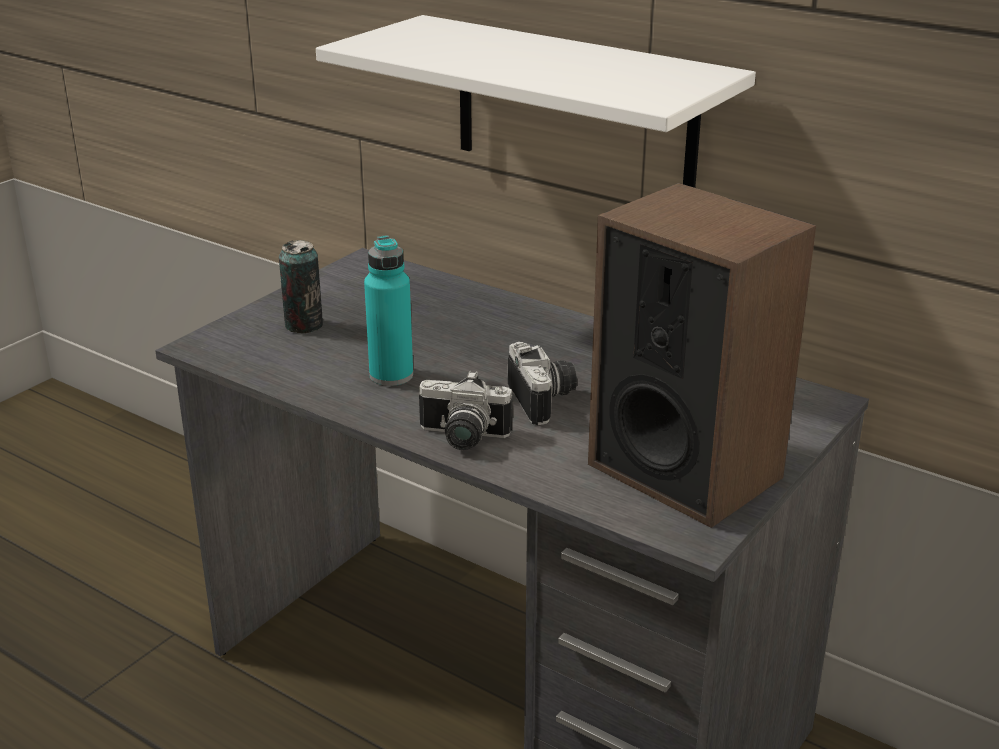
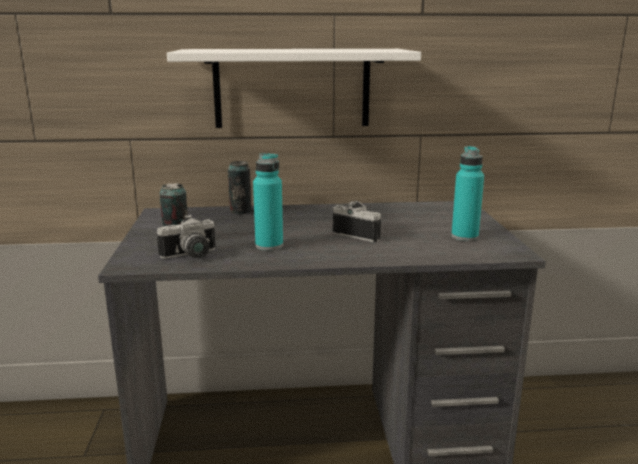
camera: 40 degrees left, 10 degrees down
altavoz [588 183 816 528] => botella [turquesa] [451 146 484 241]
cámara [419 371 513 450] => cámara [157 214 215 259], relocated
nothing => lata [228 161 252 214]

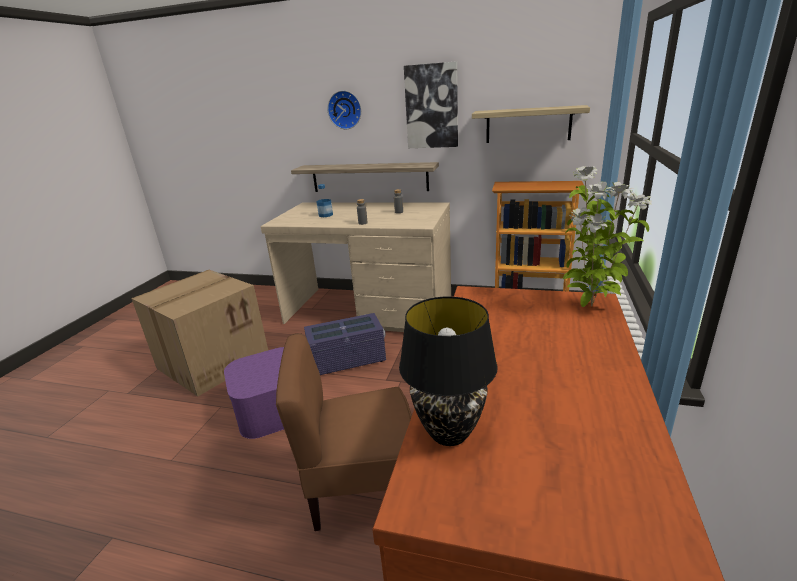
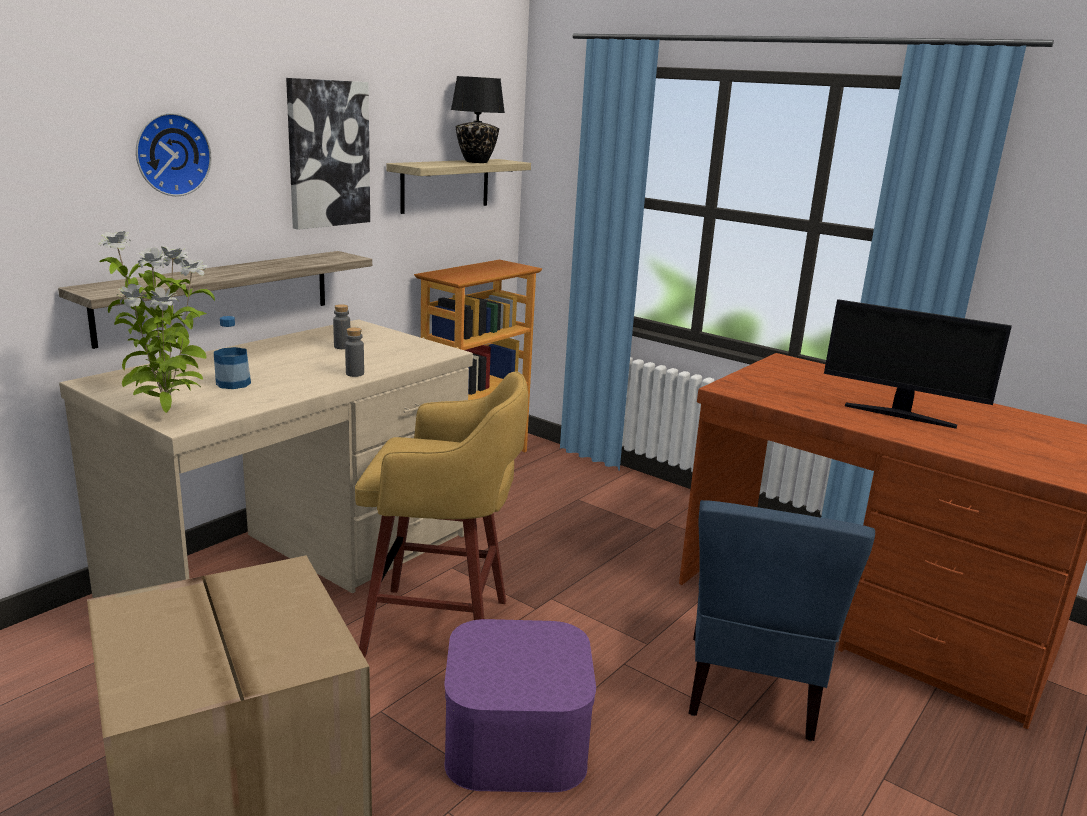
camera: 70 degrees left, 5 degrees down
planta en maceta [563 166 652 307] => planta en maceta [99 231 215 413], relocated
lámpara de mesa [negro] [399 296 498 446] => lámpara de mesa [negro] [451 76 505 163], relocated
caja de almacenaje [morado] [304 313 386 375] => taburete [amarillo] [355 371 528 658]
silla [marrón] [276 333 412 531] => silla [azul] [689 500 875 741]
nothing => monitor [824 299 1012 429]

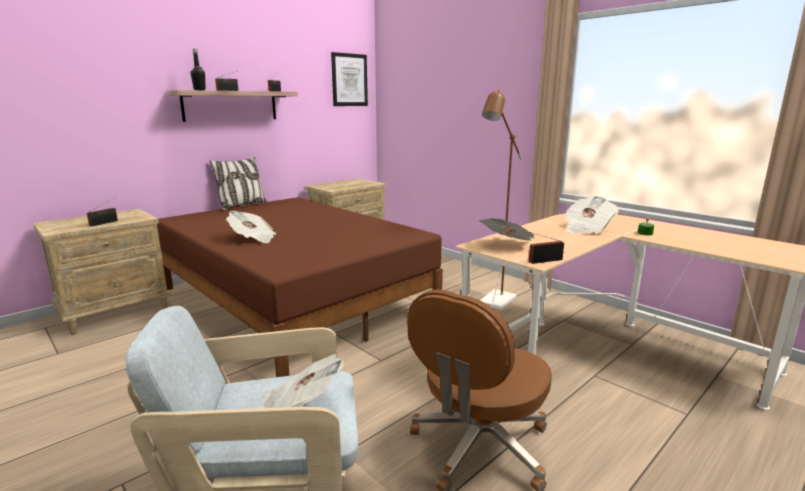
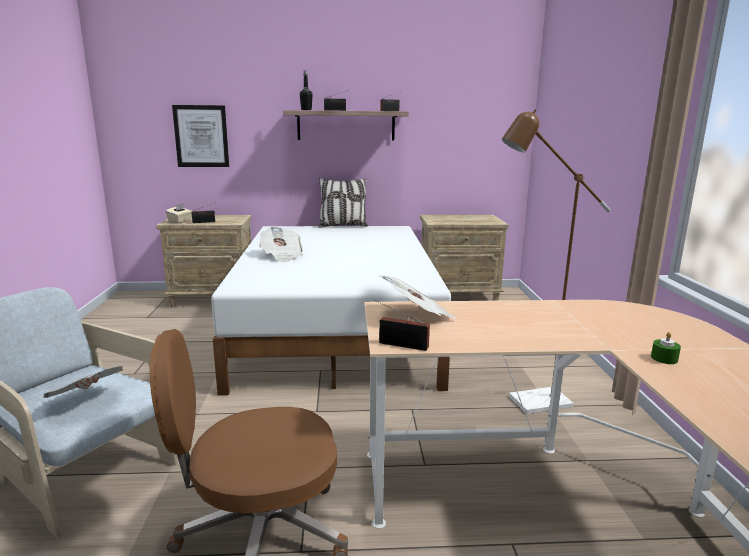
camera: 40 degrees right, 0 degrees up
cuadro [331 52 368 106] => cuadro [172 105 229 167], relocated
periódico [564 196 619 234] => nothing
cama [marrón] [157 197 443 377] => cama [blanco] [211 226 451 396]
nothing => caja de pañuelos [beis] [166 203 192 223]

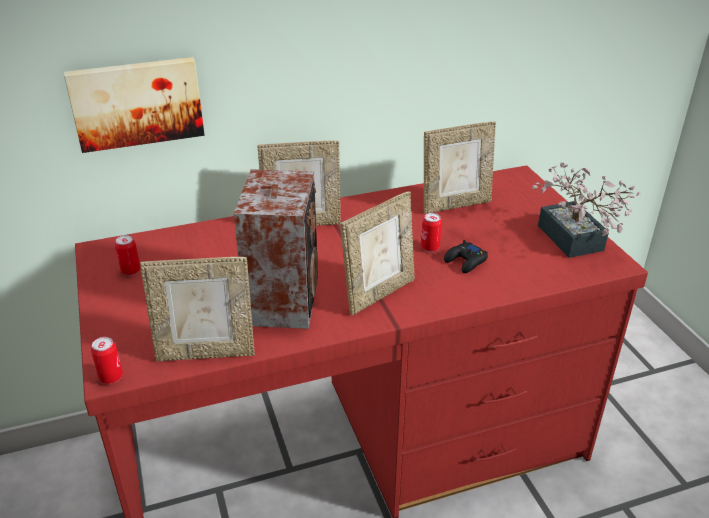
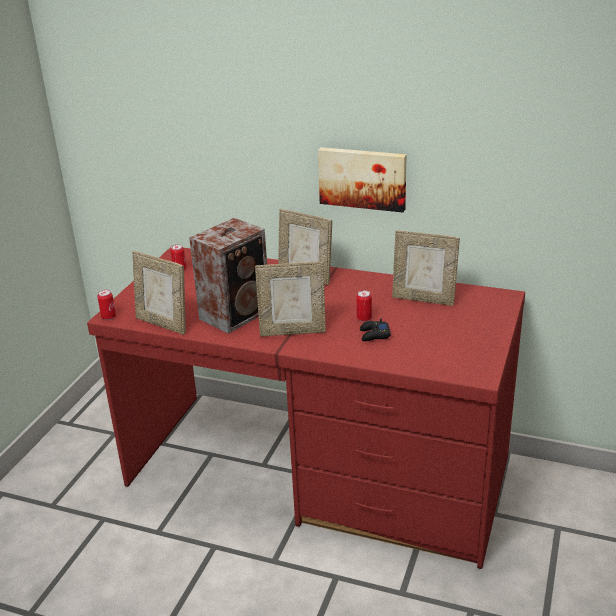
camera: 40 degrees right, 5 degrees down
cuadro [64 57 205 153] => cuadro [318 147 407 212], relocated
planta en maceta [532 162 641 258] => nothing

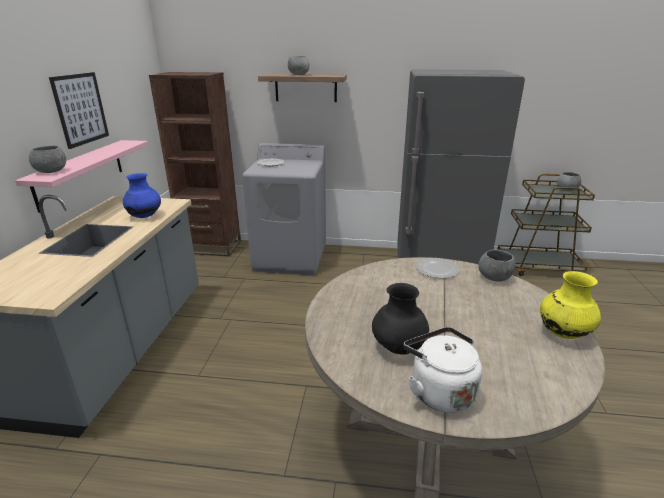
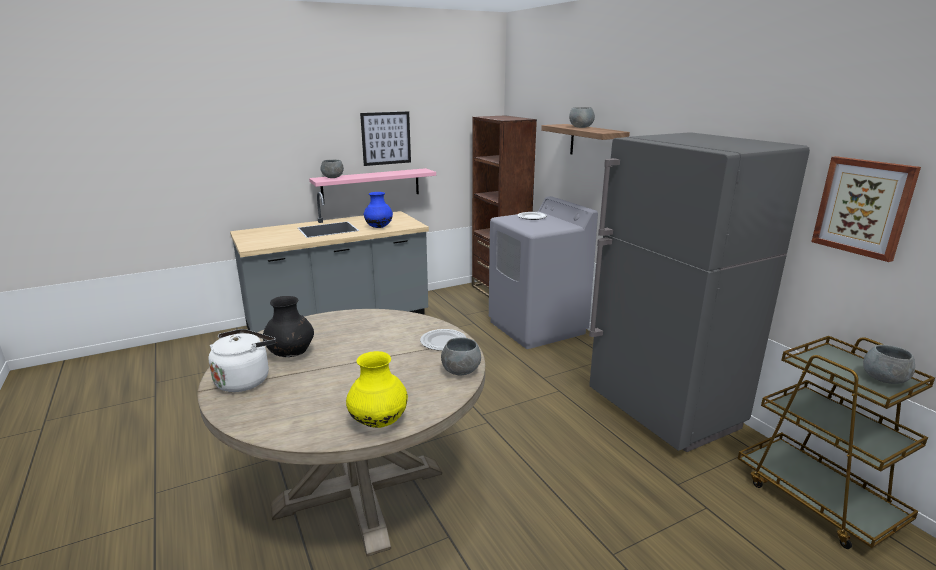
camera: 55 degrees right, 5 degrees down
nothing => cuadro [811 156 921 262]

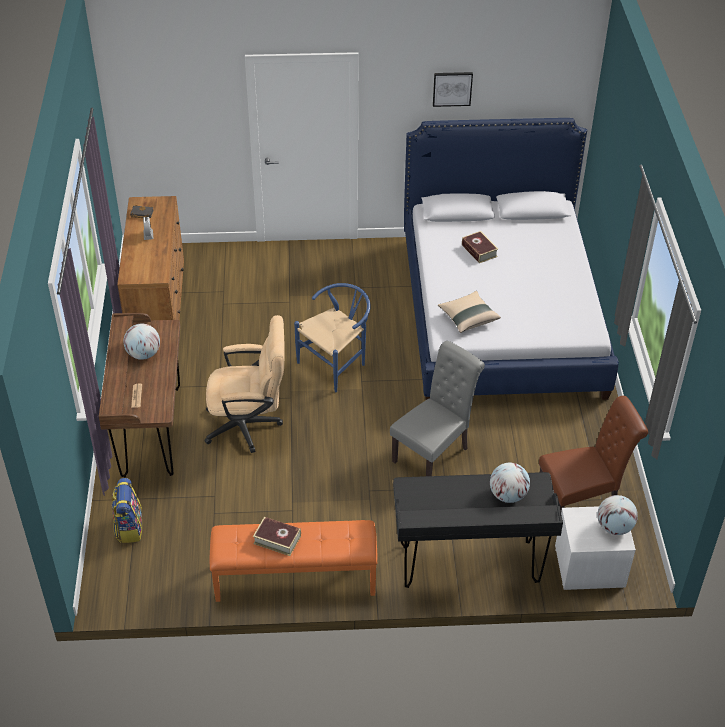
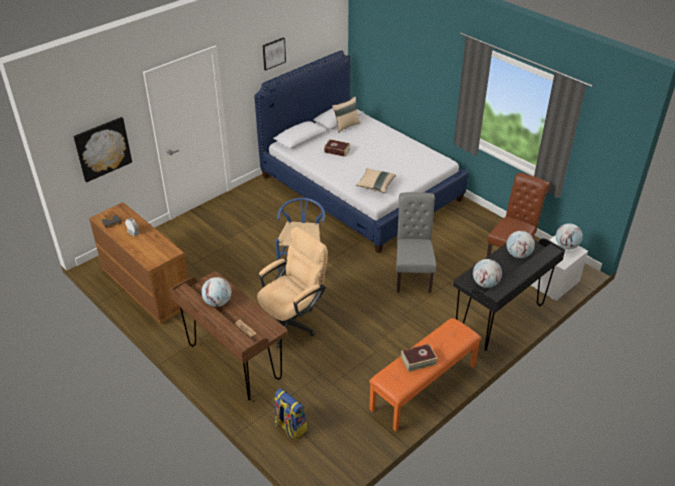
camera: 40 degrees left, 5 degrees down
nothing => cojín [beis] [332 96 361 133]
nothing => cuadro [73 117 132 182]
nothing => globo terráqueo [473 259 502 288]

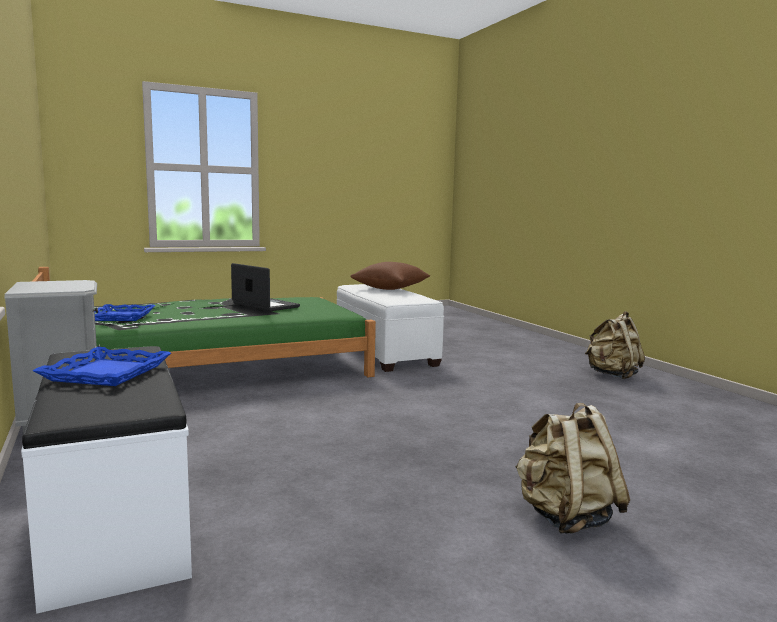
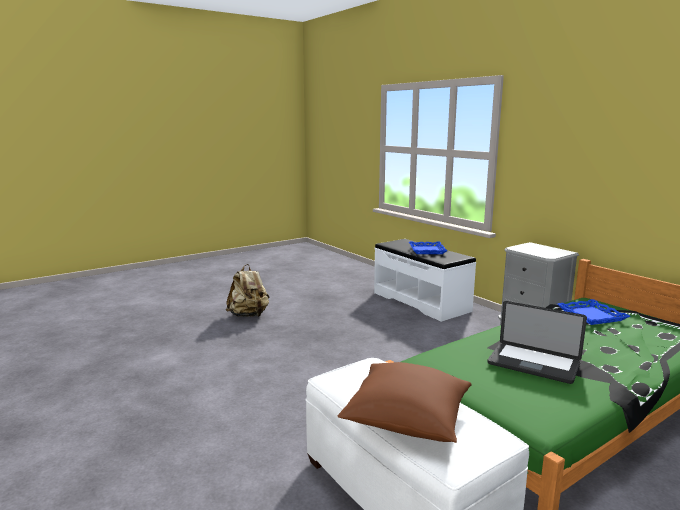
camera: 170 degrees right, 5 degrees up
mochila [beis] [585 311 645 379] => nothing

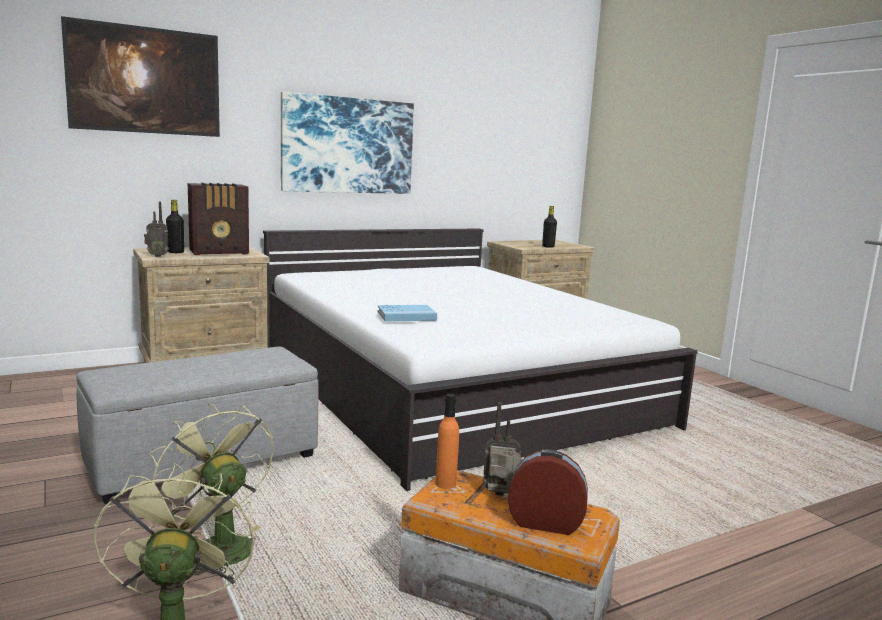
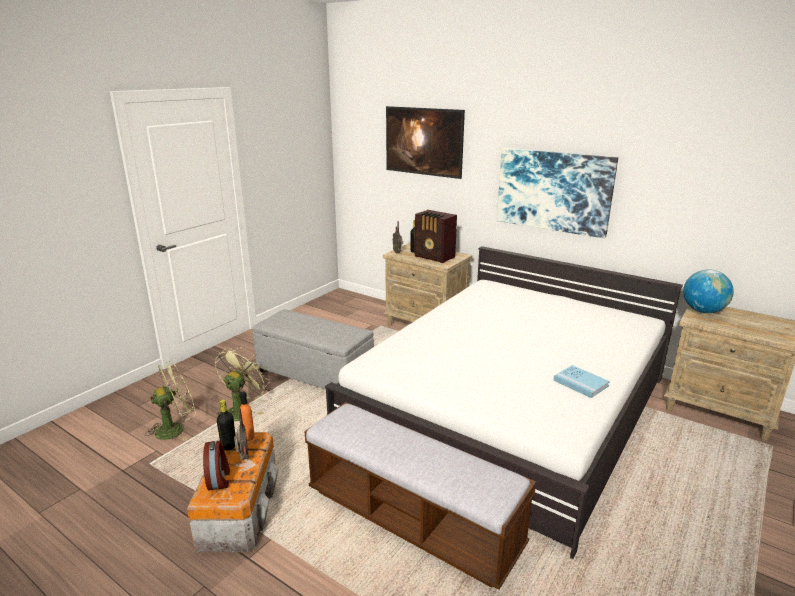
camera: 65 degrees right, 10 degrees up
botella [negro] [542 206 557 248] => botella [negro] [217 400 235 451], relocated
libro [azul] [378 305 437 322] => libro [azul] [553 365 610 398], relocated
nothing => globo terráqueo [683 269 734 313]
nothing => banco [304 402 536 590]

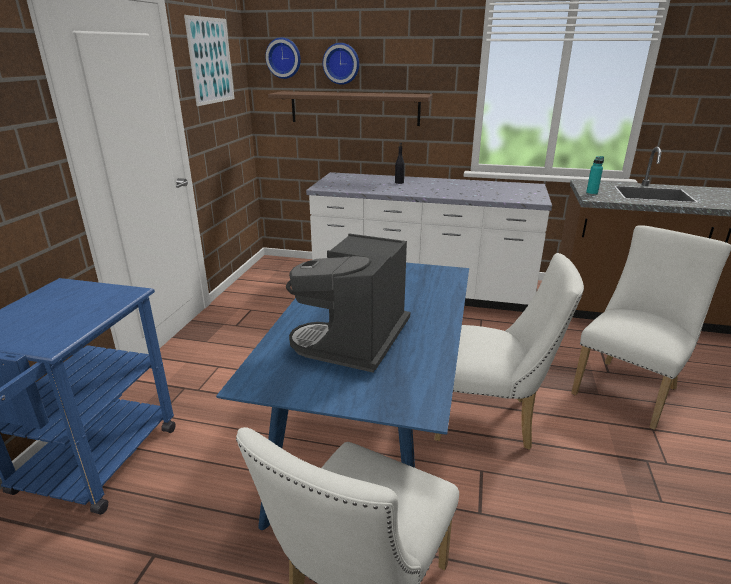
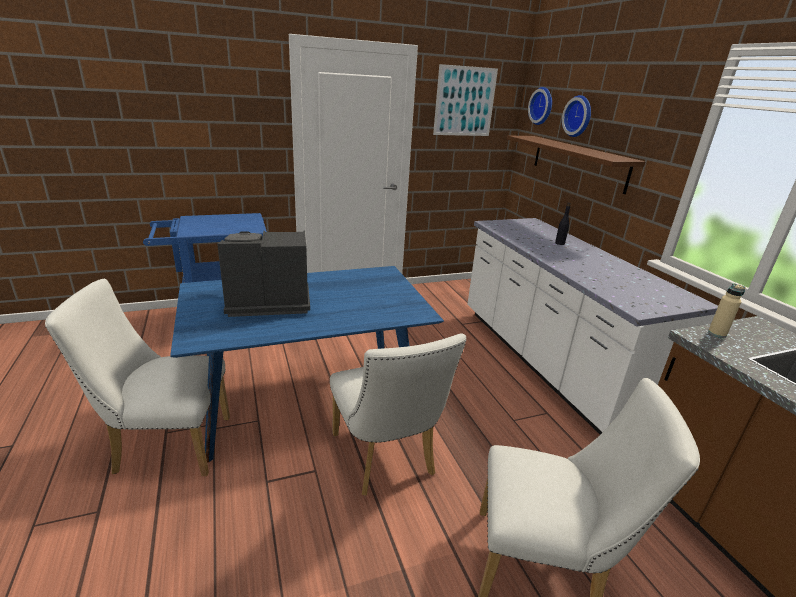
camera: 55 degrees right, 0 degrees up
botella [turquesa] [586 156 604 195] => botella [beis] [708 283 746 338]

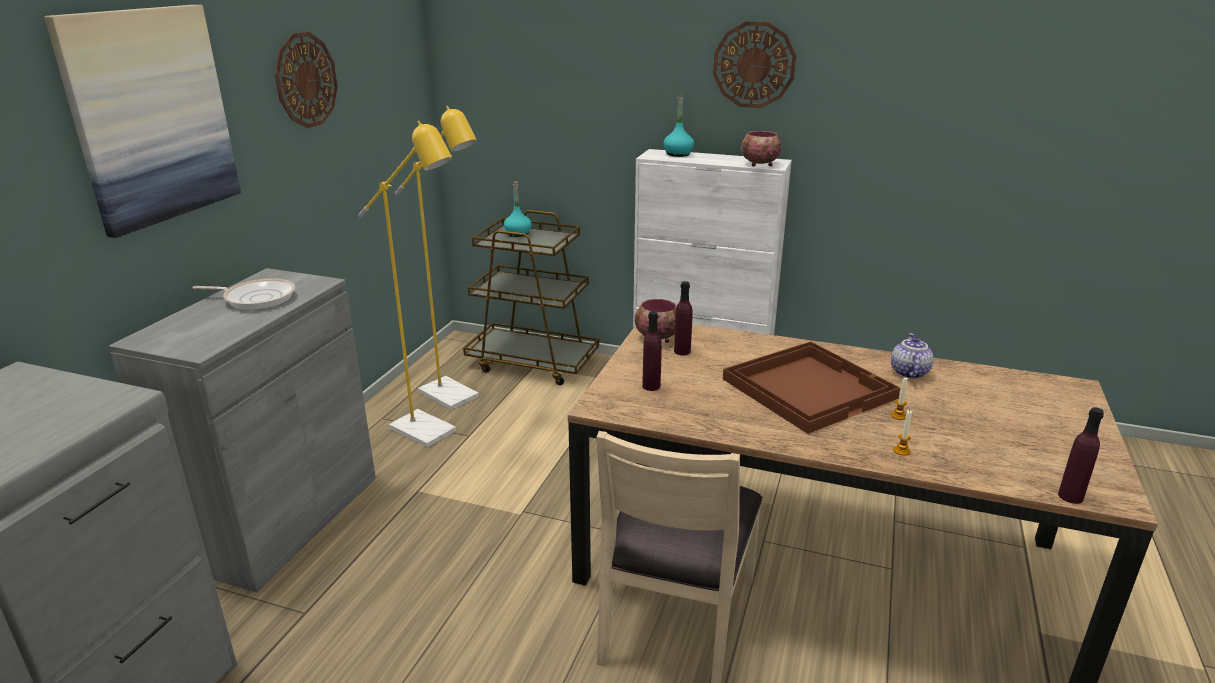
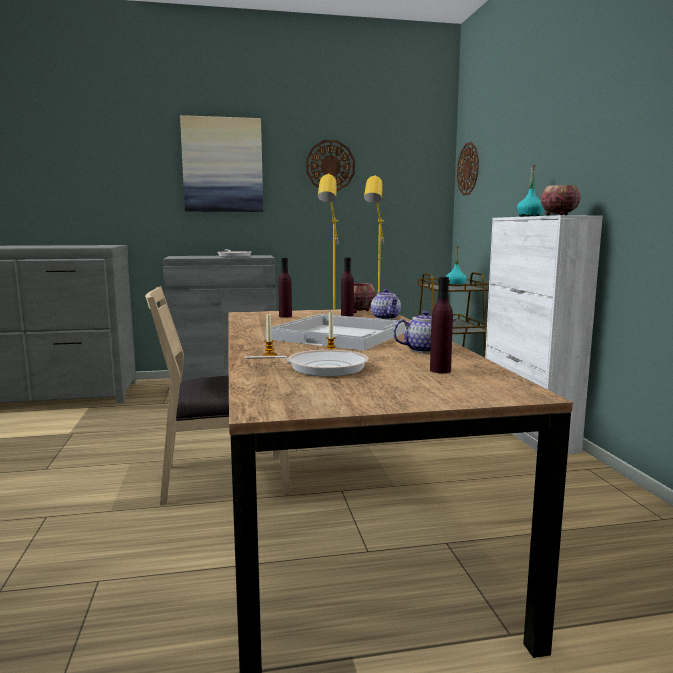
camera: 60 degrees right, 15 degrees down
reloj de pared [713 21 796 108] => reloj de pared [457 142 479 195], relocated
bandeja [marrón] [723 341 900 434] => bandeja [blanco] [265 314 409 351]
botella [morado] [1058 407 1104 504] => botella [morado] [430 277 453 373], relocated
nothing => tetera [371 289 401 320]
nothing => sartén [244 349 369 377]

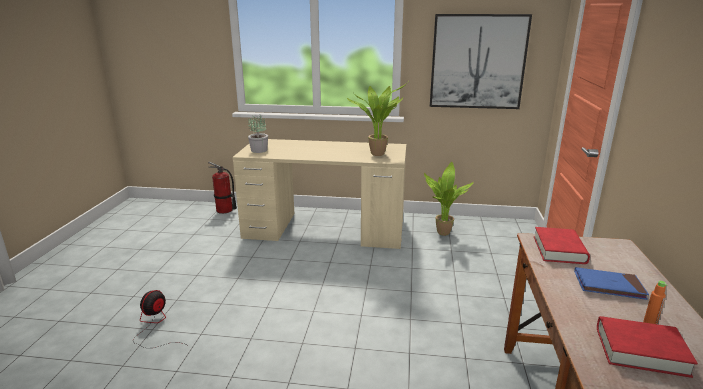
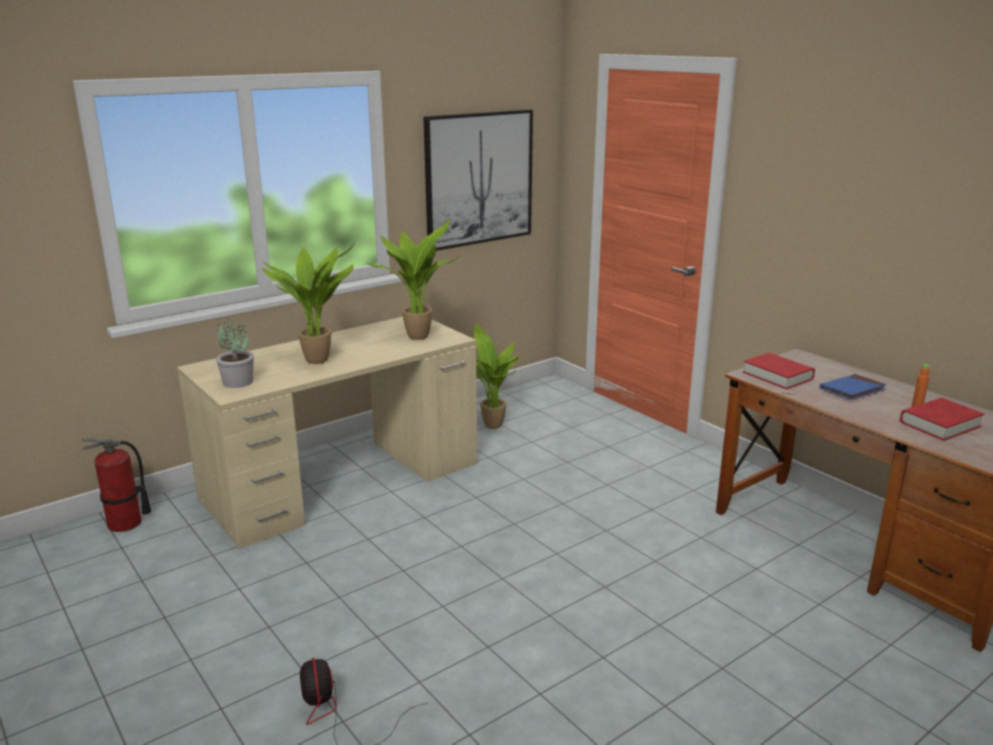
camera: 45 degrees left, 0 degrees up
nothing => planta en maceta [262 244 354 364]

